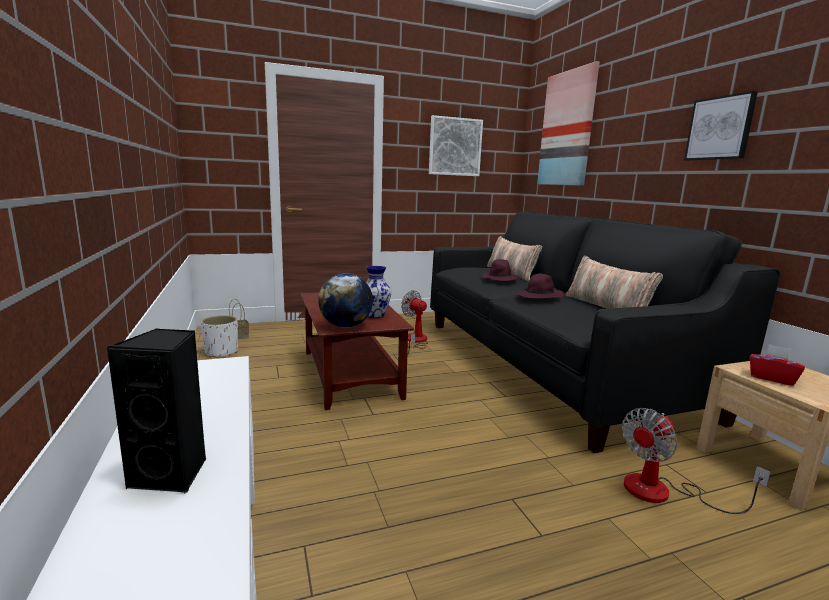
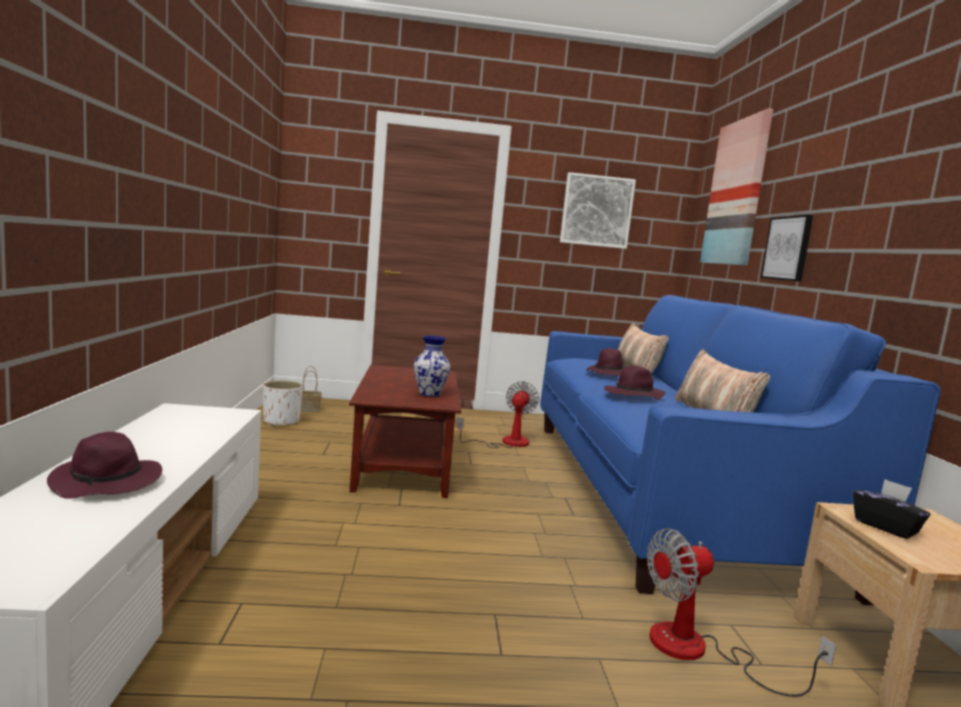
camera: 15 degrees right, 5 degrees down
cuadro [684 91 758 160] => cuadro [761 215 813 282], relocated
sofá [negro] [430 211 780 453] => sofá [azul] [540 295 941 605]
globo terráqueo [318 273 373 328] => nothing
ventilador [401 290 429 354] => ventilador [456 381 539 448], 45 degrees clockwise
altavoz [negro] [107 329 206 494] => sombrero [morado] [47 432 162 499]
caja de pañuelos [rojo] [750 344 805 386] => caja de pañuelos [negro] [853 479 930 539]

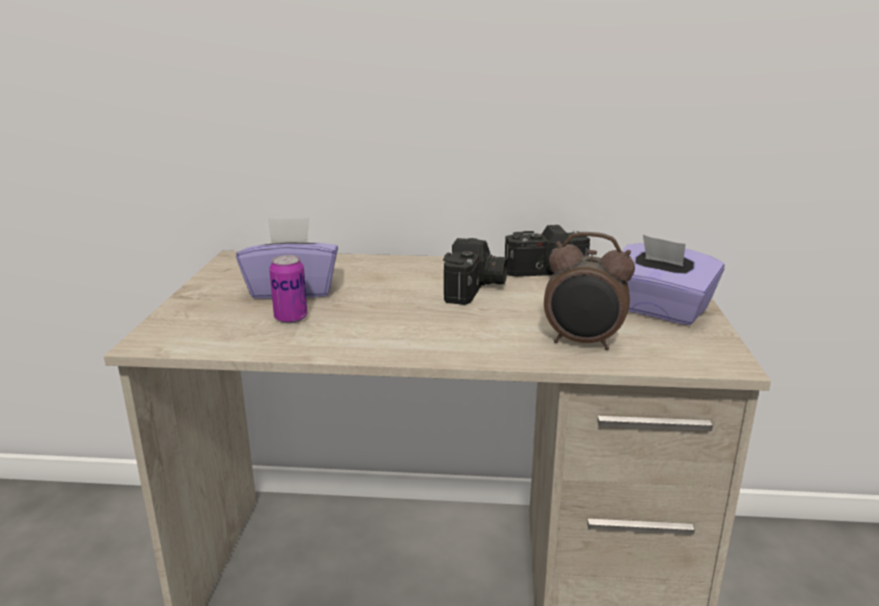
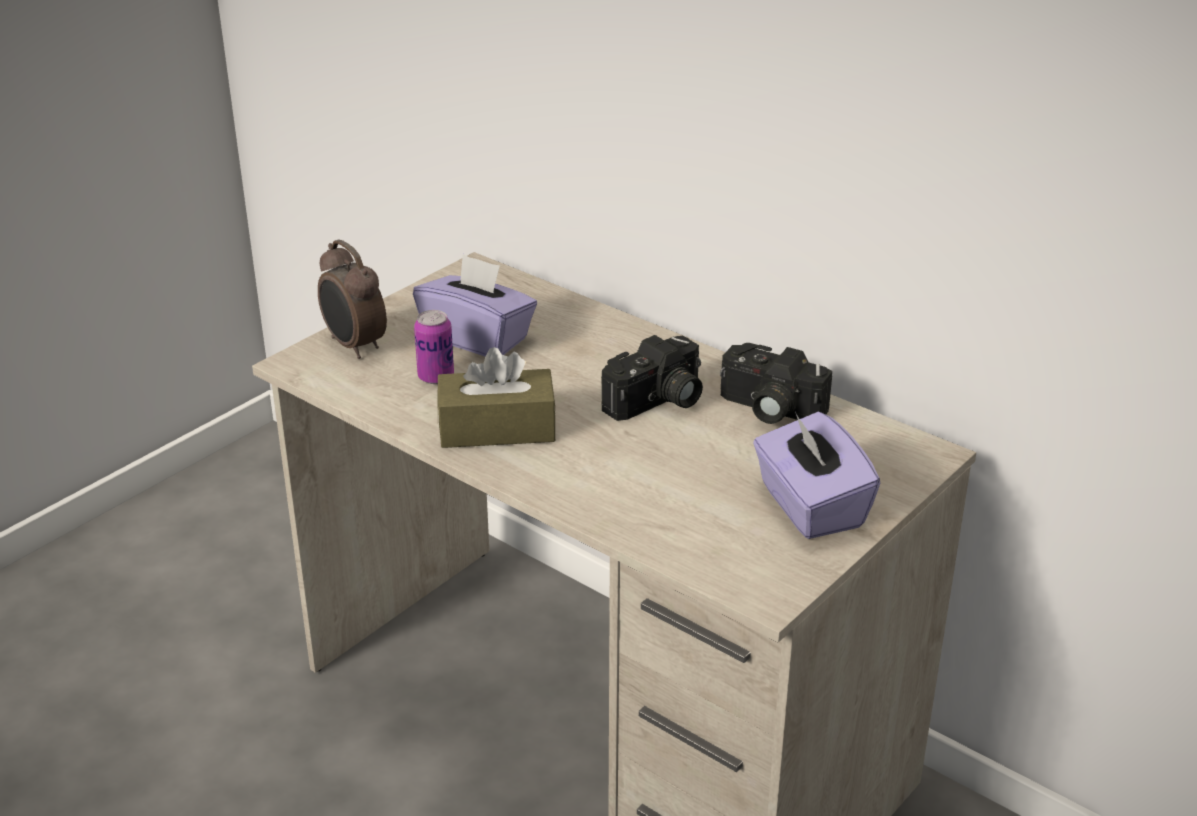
camera: 35 degrees right, 10 degrees up
despertador [544 232 635 350] => despertador [318 240 387 359], relocated
nothing => caja de pañuelos [marrón] [437 347 556 448]

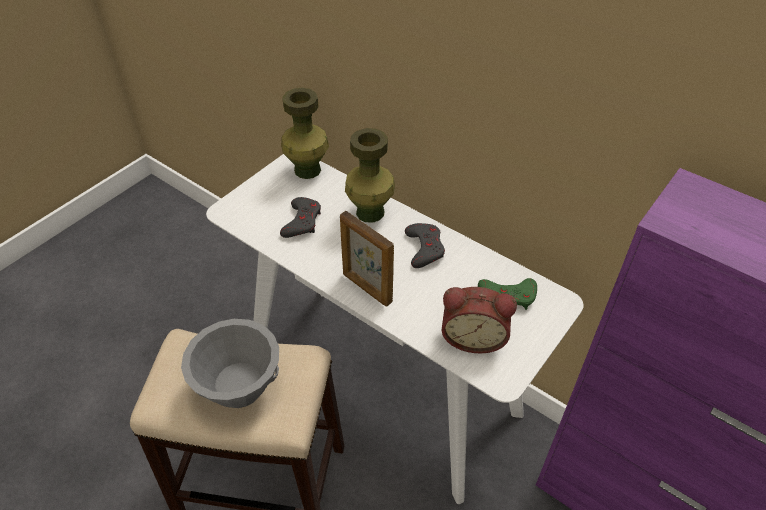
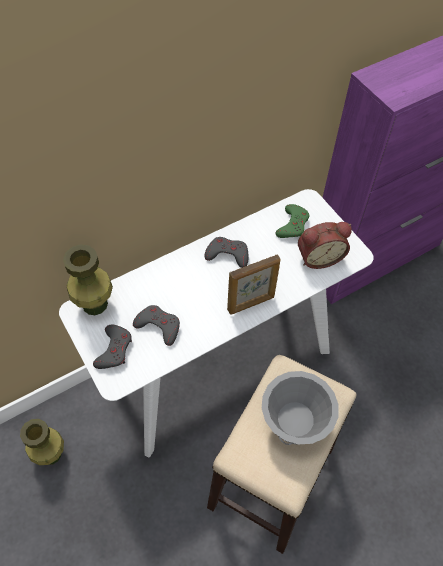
camera: 70 degrees left, 10 degrees up
florero [verde] [345 128 395 223] => florero [verde] [20 419 64 465], relocated
despertador [442 287 517 353] => despertador [298 222 352 269], 45 degrees clockwise
nothing => mando de consola [gris] [93 325 132 369]

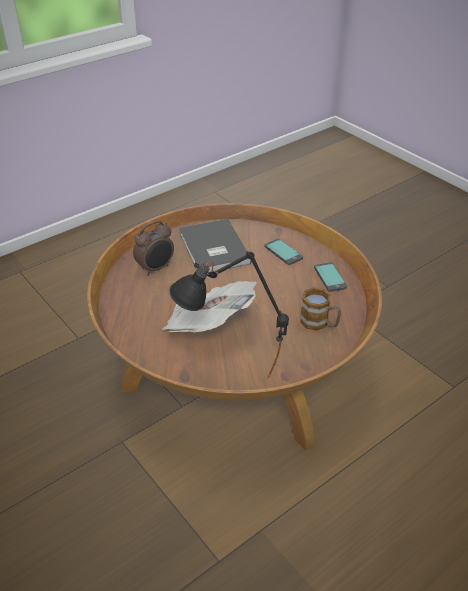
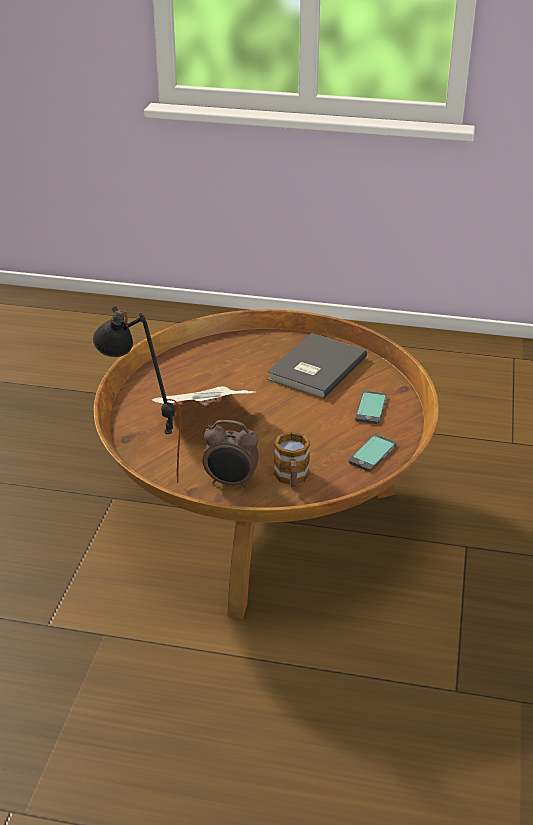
camera: 50 degrees right, 5 degrees down
despertador [133 220 174 276] => despertador [203 420 259 488], relocated

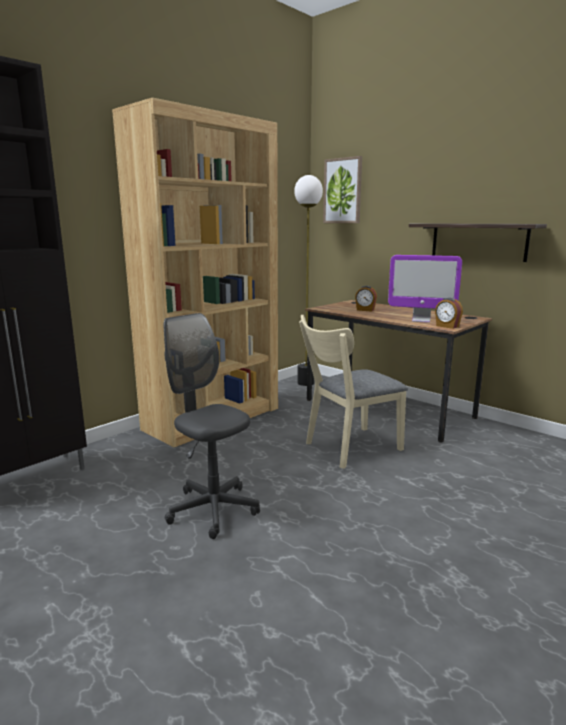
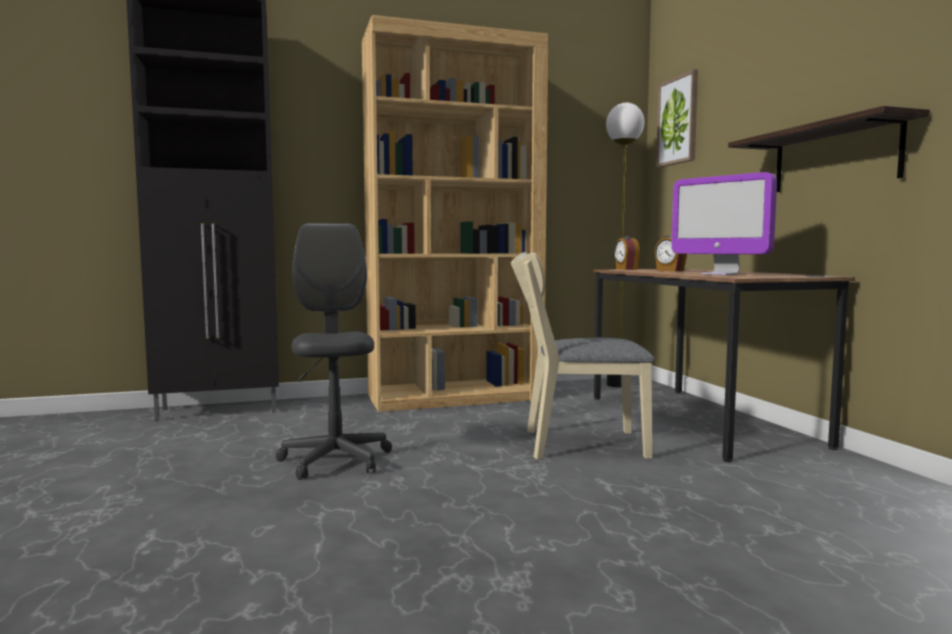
camera: 30 degrees right, 10 degrees down
despertador [435 298 463 329] => despertador [615 237 640 270], relocated

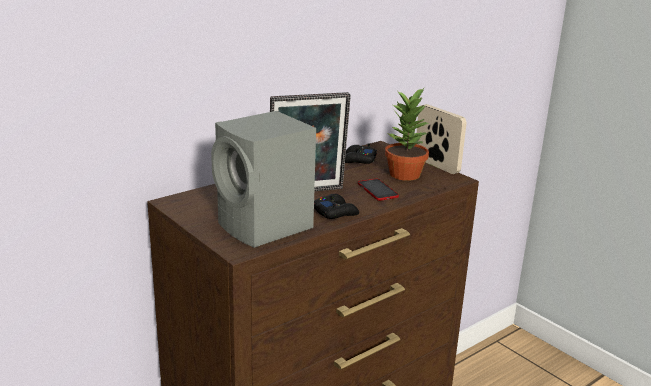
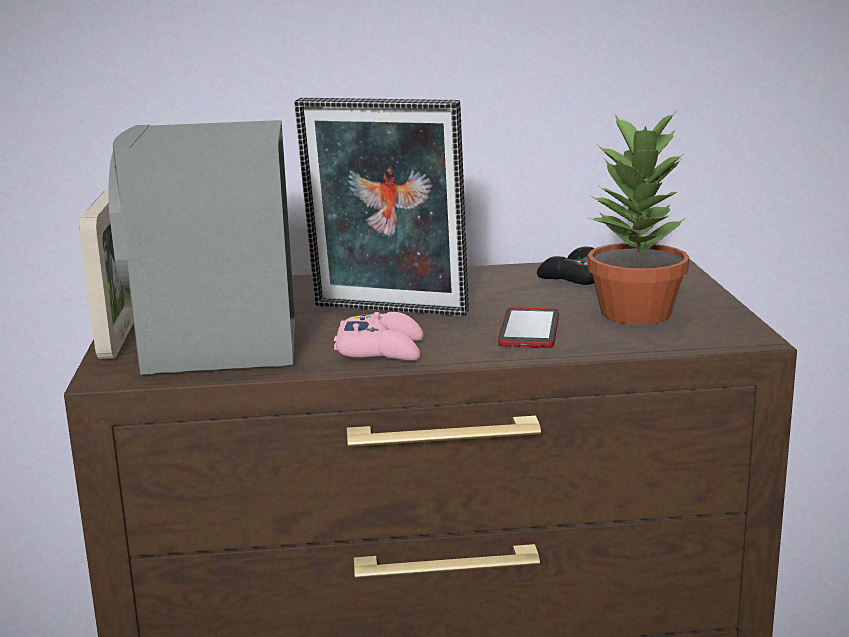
camera: 35 degrees right, 5 degrees down
portarretratos [417 104 466 174] => portarretratos [80 190 134 360], relocated
mando de consola [negro] [314 194 359 219] => mando de consola [rosa] [334 312 424 361]

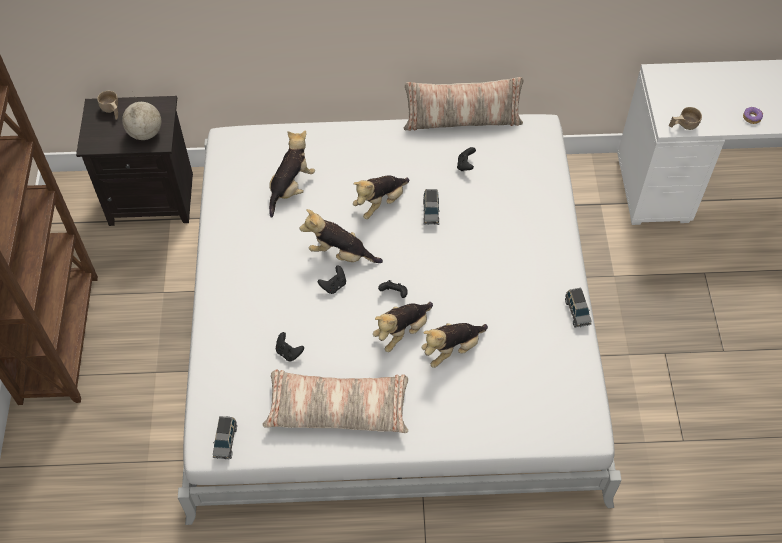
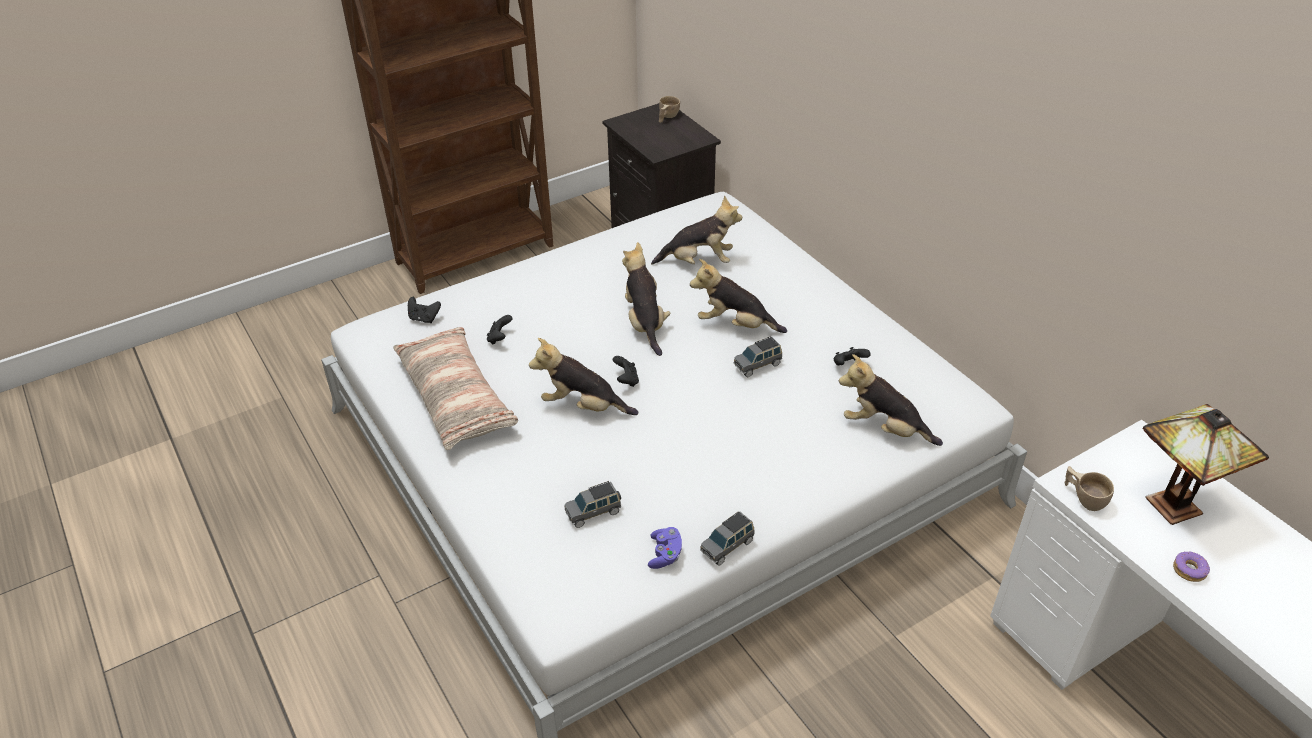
camera: 60 degrees right, 15 degrees down
cojín [404 77 523 131] => nothing
globo terráqueo [122 96 161 140] => nothing
mando de consola [negro] [318 266 346 294] => mando de consola [negro] [408 297 441 323], relocated
peluche [422 323 488 368] => peluche [839 354 943 446], relocated
coche de juguete [gris] [213 416 237 460] => coche de juguete [gris] [565 481 621 528], relocated
nothing => lámpara de mesa [1143 404 1269 525]
nothing => mando de consola [morado] [648 527 682 569]

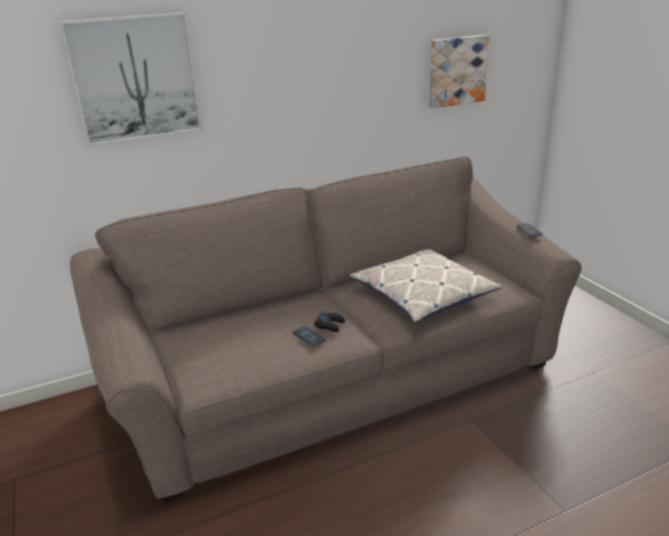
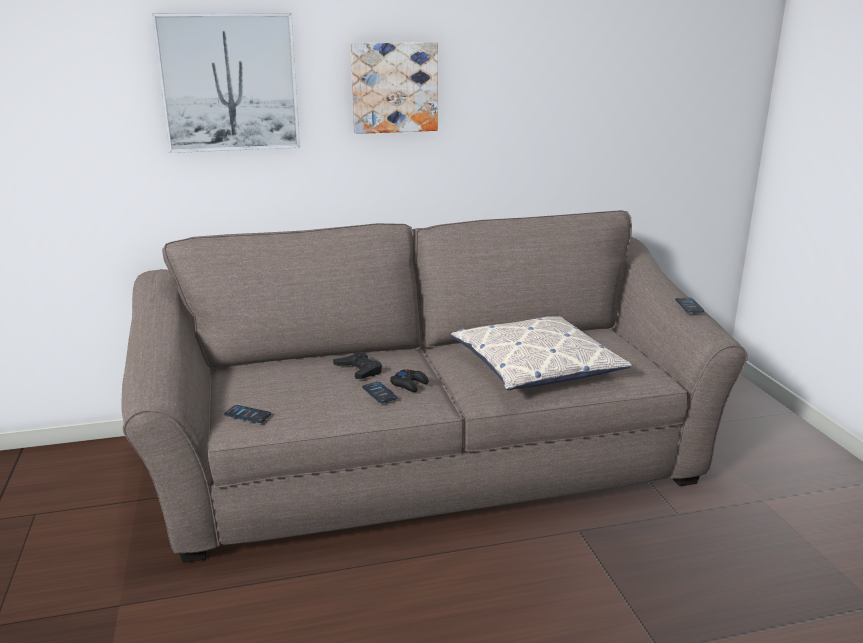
camera: 10 degrees right, 5 degrees down
cuadro [429 35 490 108] => cuadro [350 42 438 134], relocated
nothing => mando de consola [negro] [333 352 382 379]
nothing => móvil [224 405 271 423]

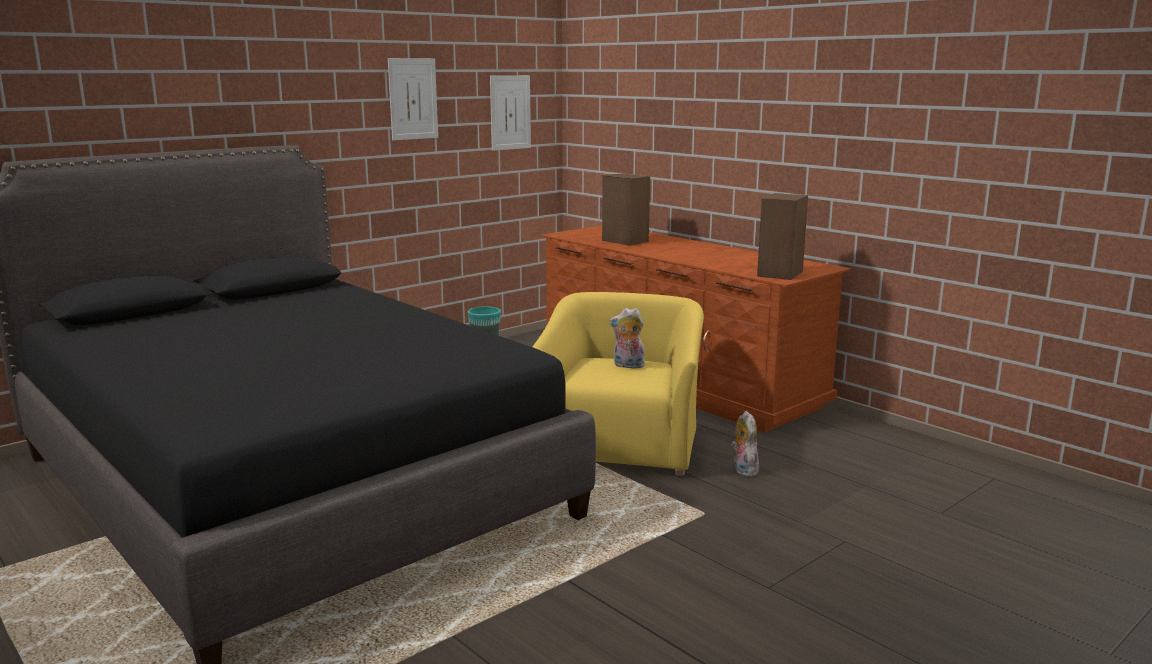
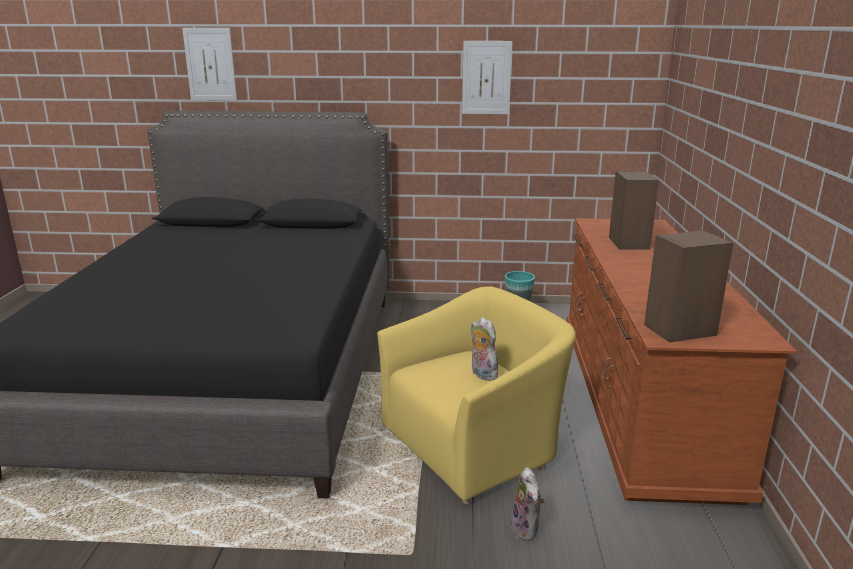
camera: 45 degrees right, 5 degrees up
cuadro [490 75 531 151] => cuadro [182 28 237 101], relocated
peluche [731 411 759 477] => peluche [511 467 544 541], 135 degrees clockwise

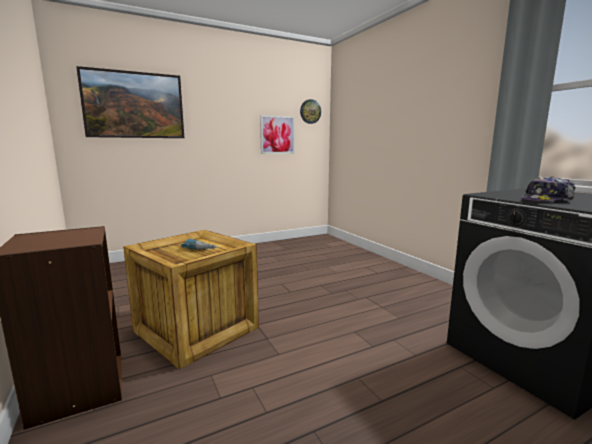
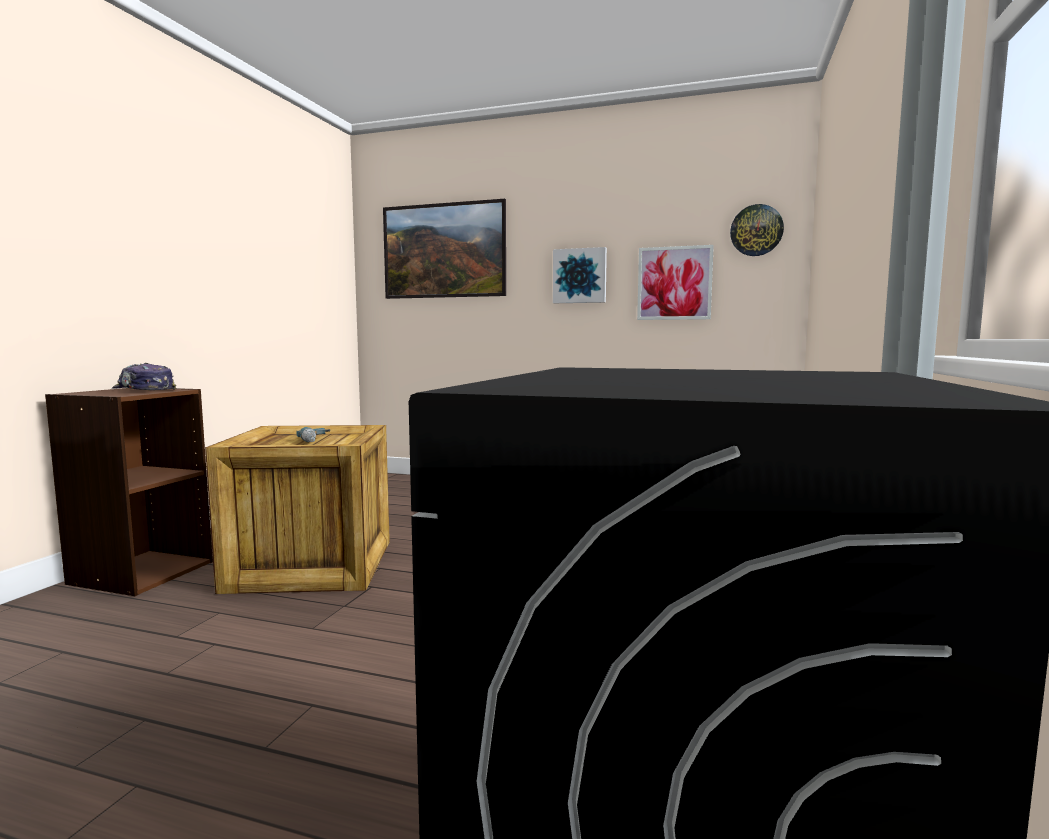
camera: 45 degrees right, 5 degrees down
gorra [521 176 576 202] => gorra [112 363 176 390], relocated
nothing => cuadro [553 247 607 303]

